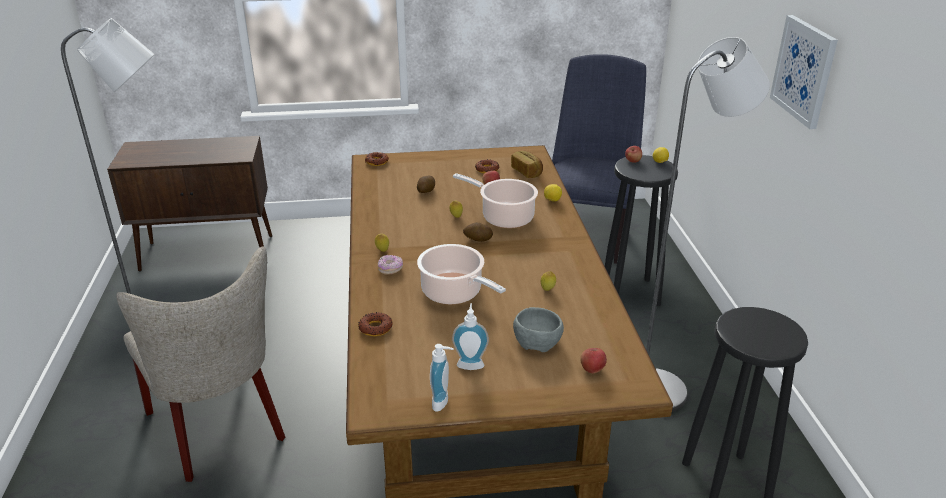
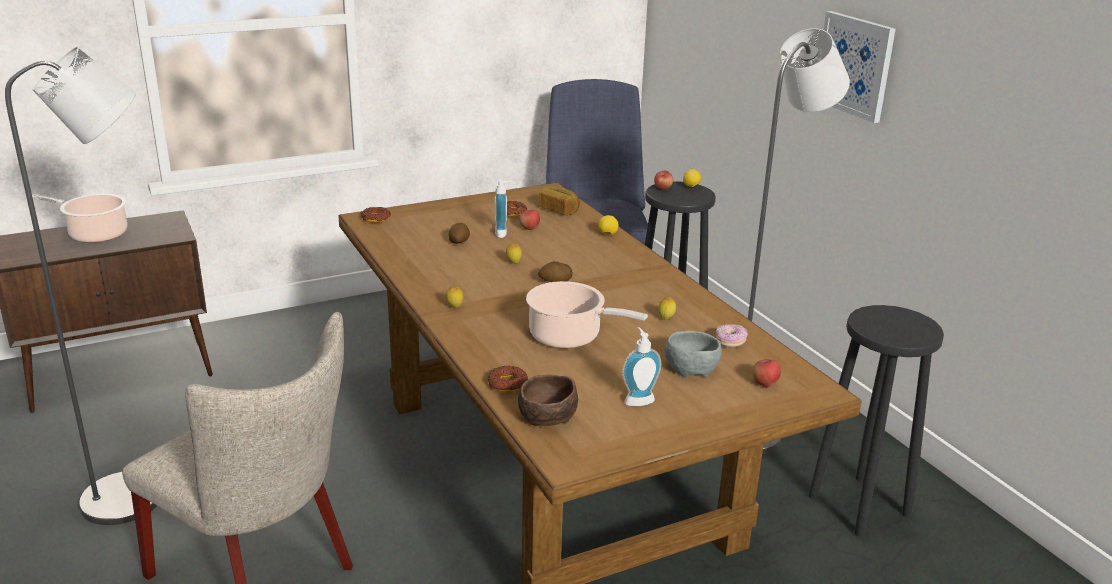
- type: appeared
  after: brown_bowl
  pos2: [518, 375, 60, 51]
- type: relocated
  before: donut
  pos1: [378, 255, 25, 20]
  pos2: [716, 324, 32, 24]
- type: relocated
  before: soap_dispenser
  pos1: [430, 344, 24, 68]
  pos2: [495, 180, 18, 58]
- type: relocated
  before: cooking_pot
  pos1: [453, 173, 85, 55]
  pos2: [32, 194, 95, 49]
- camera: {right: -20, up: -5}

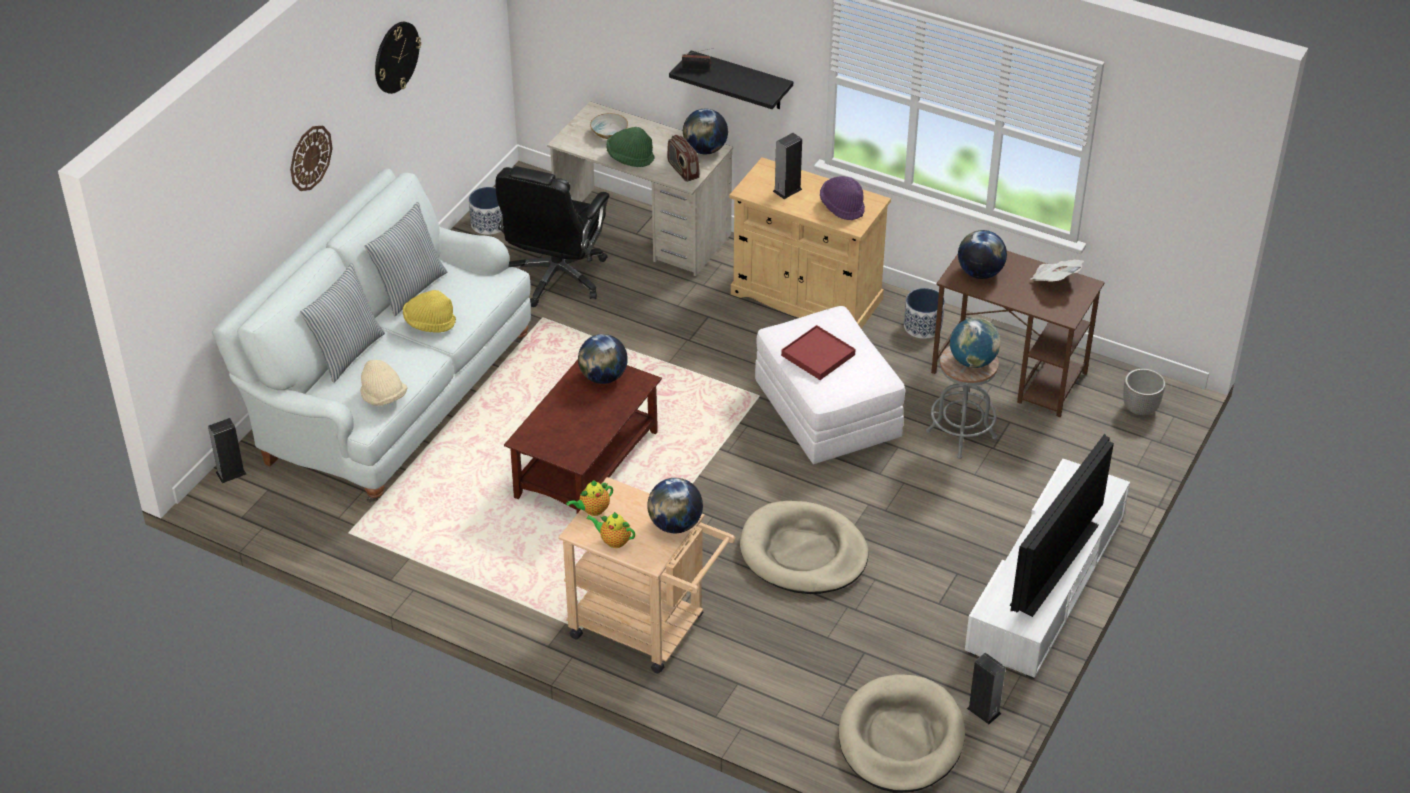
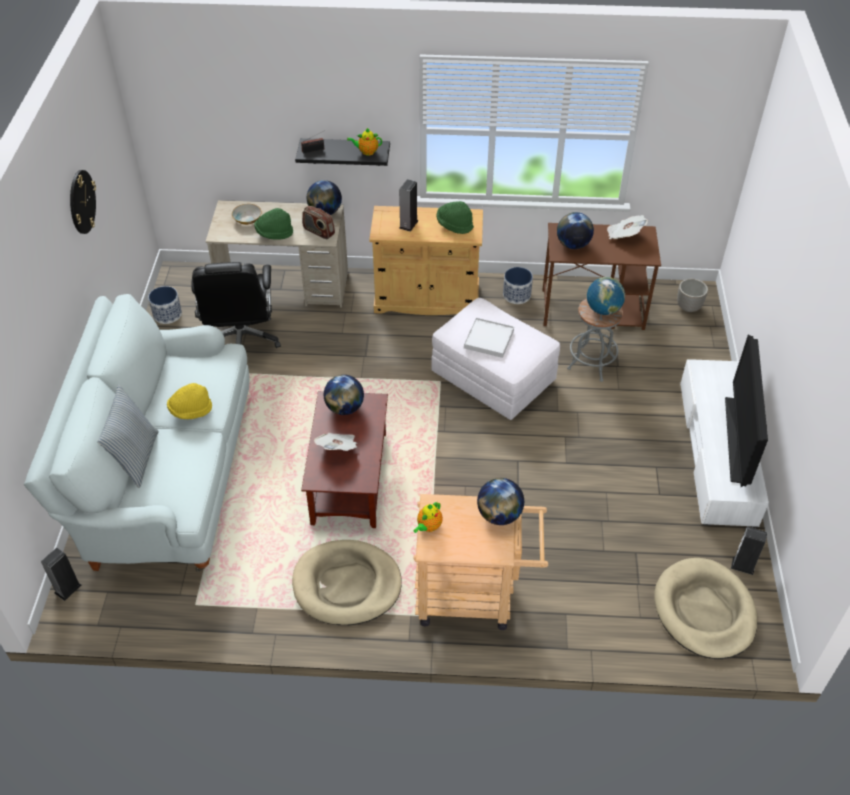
- type: missing
  before: wall_clock
  pos1: [290, 126, 43, 65]
- type: missing
  before: beige_hat
  pos1: [360, 360, 47, 46]
- type: missing
  before: pillow
  pos1: [364, 202, 83, 114]
- type: appeared
  after: newspaper
  pos2: [314, 433, 43, 18]
- type: relocated
  before: teapot
  pos1: [586, 512, 49, 36]
  pos2: [347, 128, 35, 28]
- type: relocated
  before: beige_dog_bed
  pos1: [740, 501, 129, 93]
  pos2: [292, 540, 110, 85]
- type: colour
  before: red_tray
  after: white_tray
  pos1: [781, 325, 74, 55]
  pos2: [464, 318, 50, 40]
- type: colour
  before: purple_hat
  after: green_hat
  pos1: [820, 176, 45, 44]
  pos2: [437, 201, 37, 33]
- camera: {right: -25, up: 5}

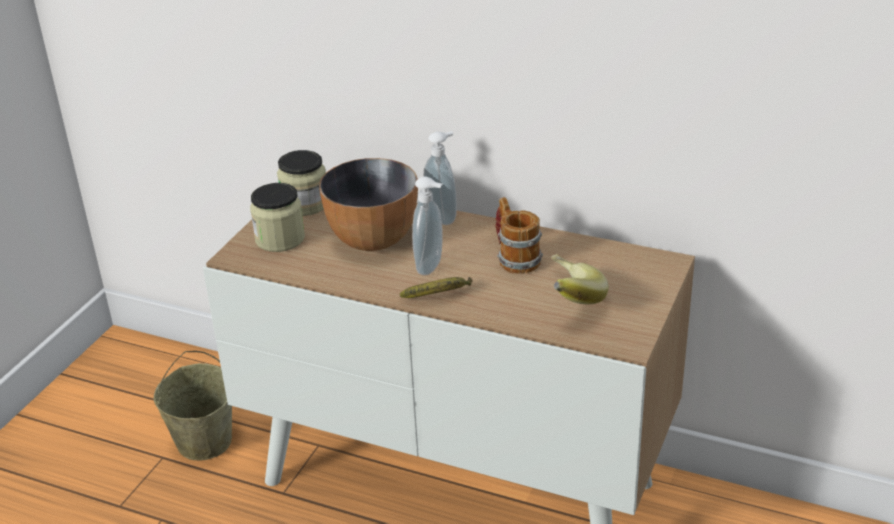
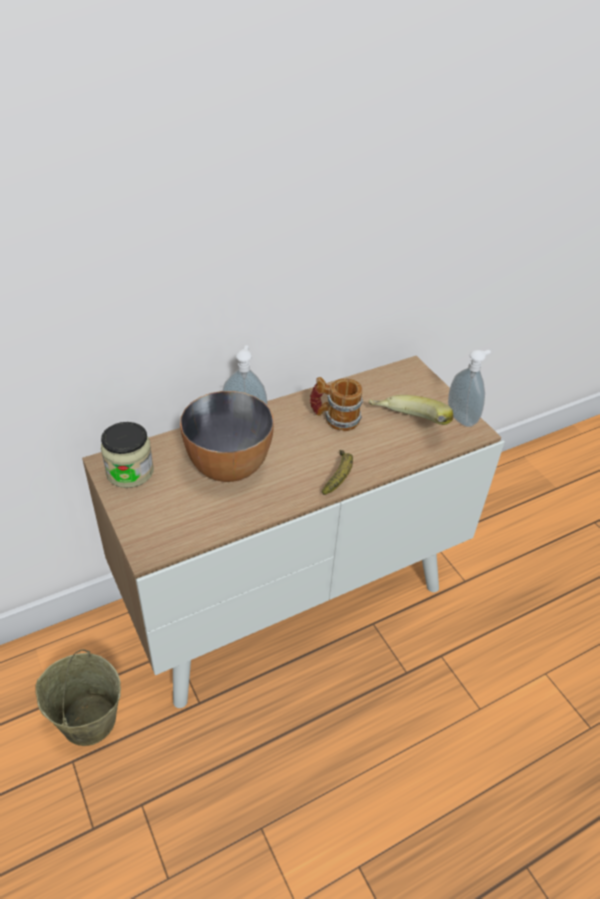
- type: missing
  before: jar
  pos1: [250, 183, 55, 69]
- type: relocated
  before: soap_dispenser
  pos1: [412, 177, 31, 98]
  pos2: [448, 350, 43, 77]
- camera: {right: -55, up: 10}

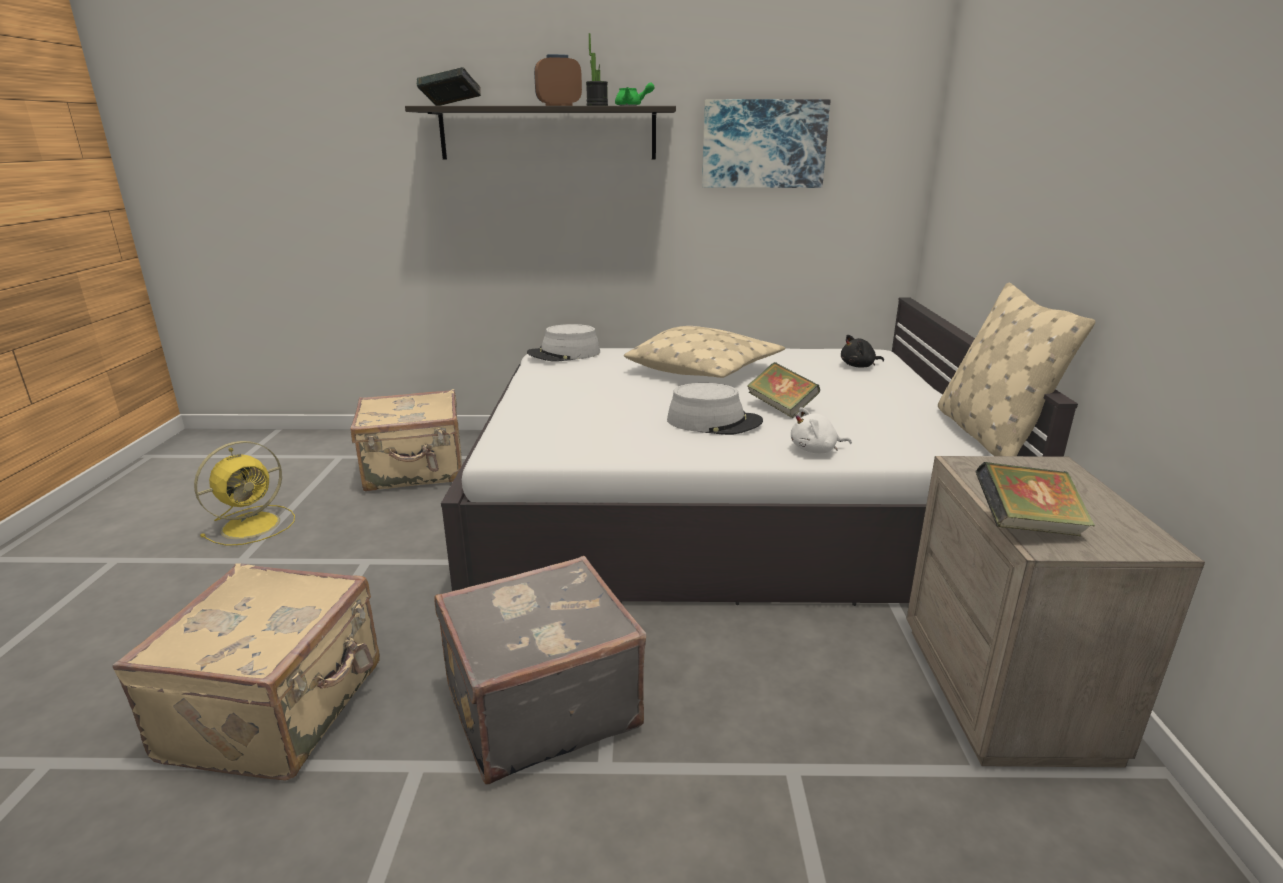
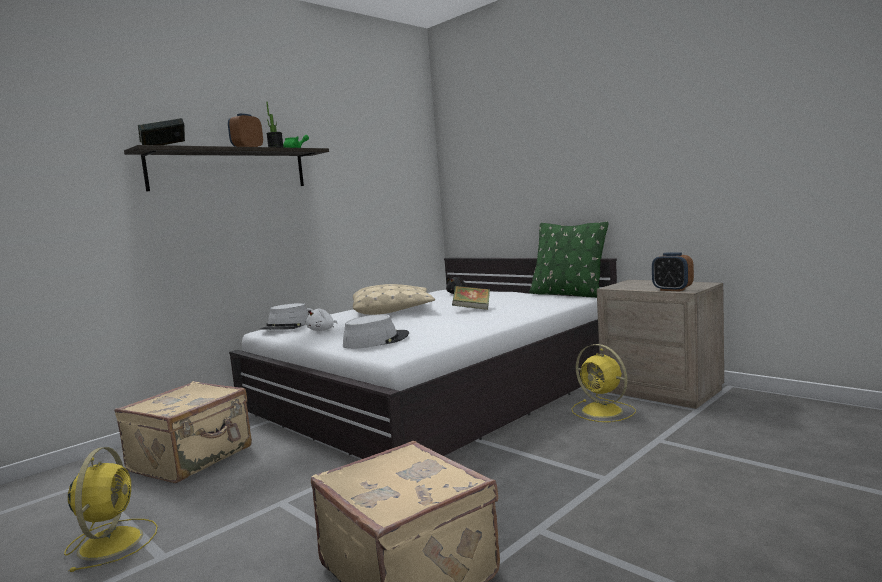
- type: missing
  before: grey_suitcase
  pos1: [434, 556, 212, 229]
- type: missing
  before: picture
  pos1: [702, 99, 129, 89]
- type: appeared
  after: yellow_fan
  pos2: [571, 344, 65, 78]
- type: relocated
  before: grey_hat
  pos1: [667, 383, 96, 52]
  pos2: [343, 314, 66, 35]
- type: relocated
  before: white_plush_toy
  pos1: [791, 407, 61, 47]
  pos2: [306, 308, 31, 23]
- type: exchanged
  before: book
  after: alarm_clock
  pos1: [976, 462, 119, 74]
  pos2: [652, 252, 42, 40]
- type: colour
  before: beige_pillow
  after: green_pillow
  pos1: [938, 283, 157, 173]
  pos2: [529, 222, 80, 76]
- camera: {right: -45, up: -15}

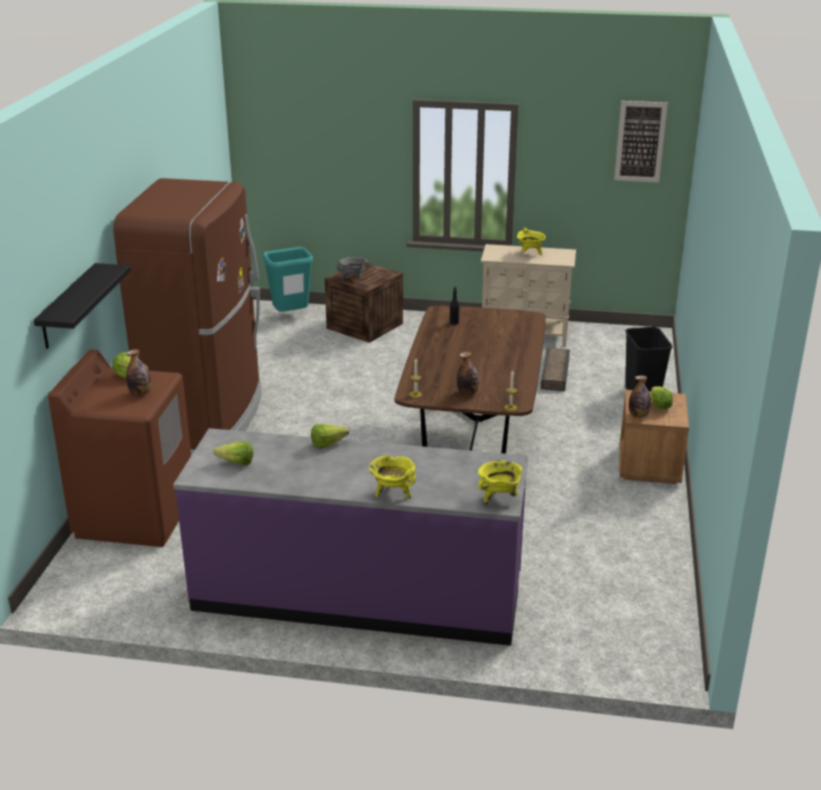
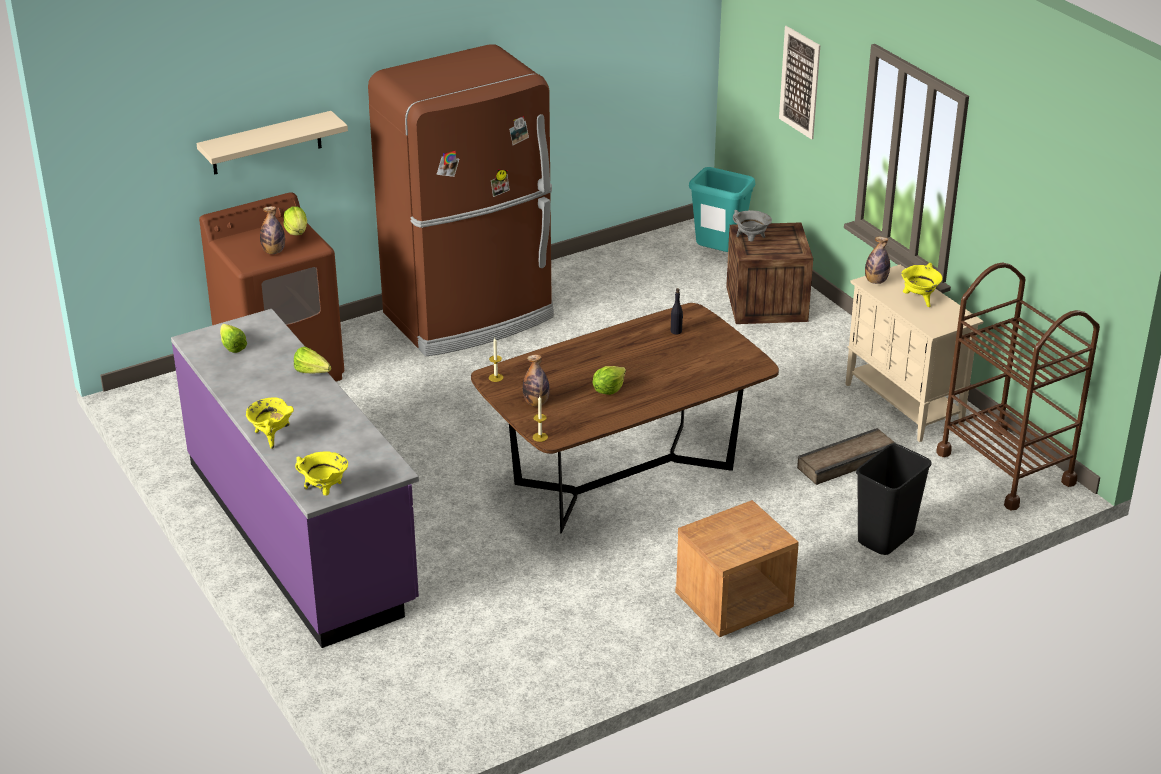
- type: appeared
  after: brown_cart
  pos2: [936, 263, 164, 248]
- type: relocated
  before: picture
  pos1: [614, 101, 54, 81]
  pos2: [779, 26, 41, 113]
- type: relocated
  before: bottle
  pos1: [629, 375, 22, 43]
  pos2: [865, 237, 25, 47]
- type: relocated
  before: lettuce
  pos1: [651, 386, 22, 23]
  pos2: [592, 366, 34, 29]
- type: colour
  before: black_shelf
  after: beige_shelf
  pos1: [34, 263, 97, 86]
  pos2: [196, 111, 152, 64]
- camera: {right: 50, up: 5}

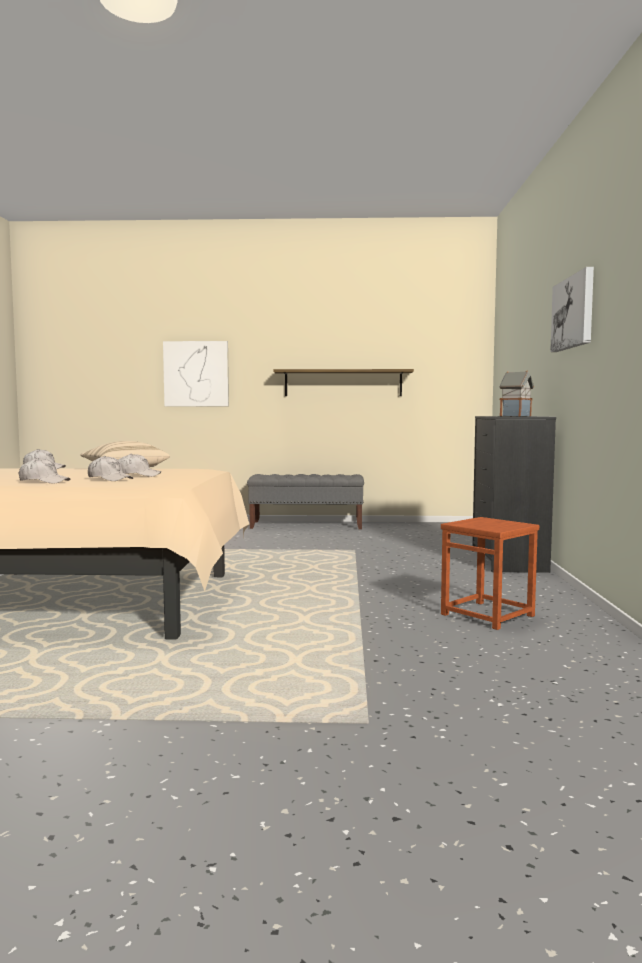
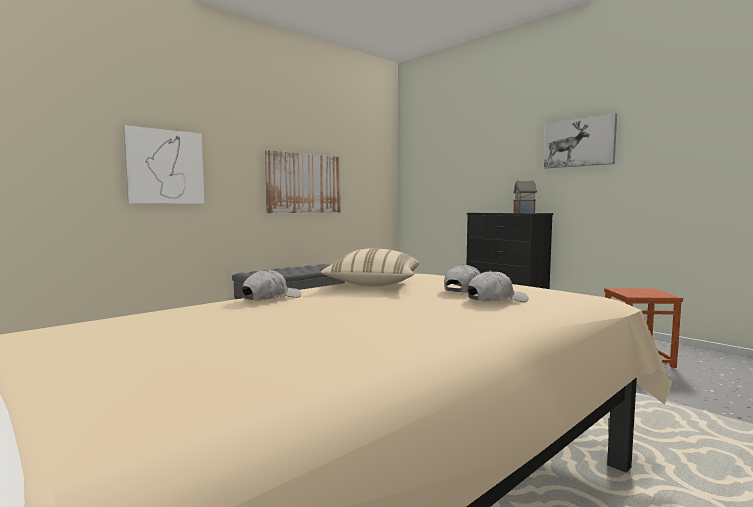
- type: missing
  before: white_cap
  pos1: [19, 458, 51, 26]
- type: exchanged
  before: shelf
  after: picture
  pos1: [273, 369, 141, 27]
  pos2: [265, 150, 76, 63]
- camera: {right: -45, up: 0}

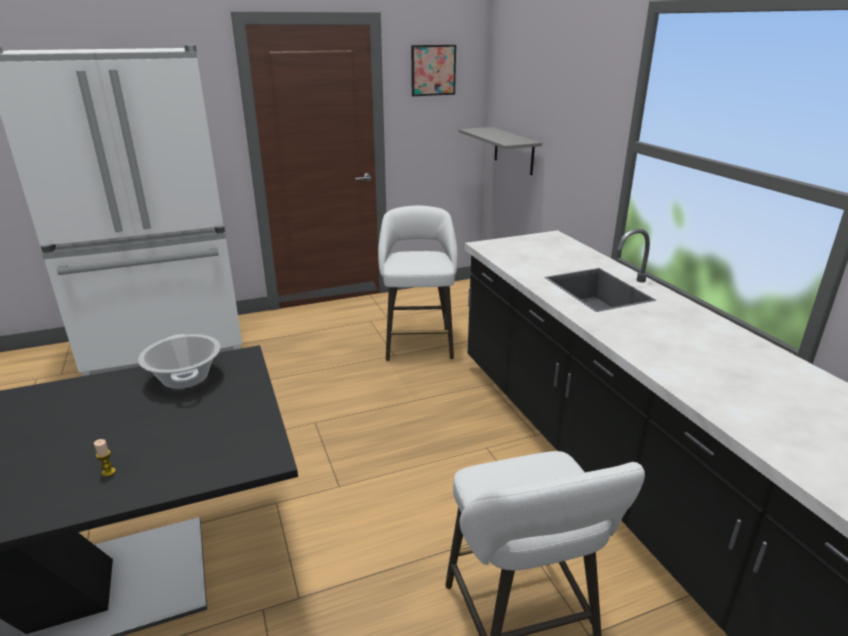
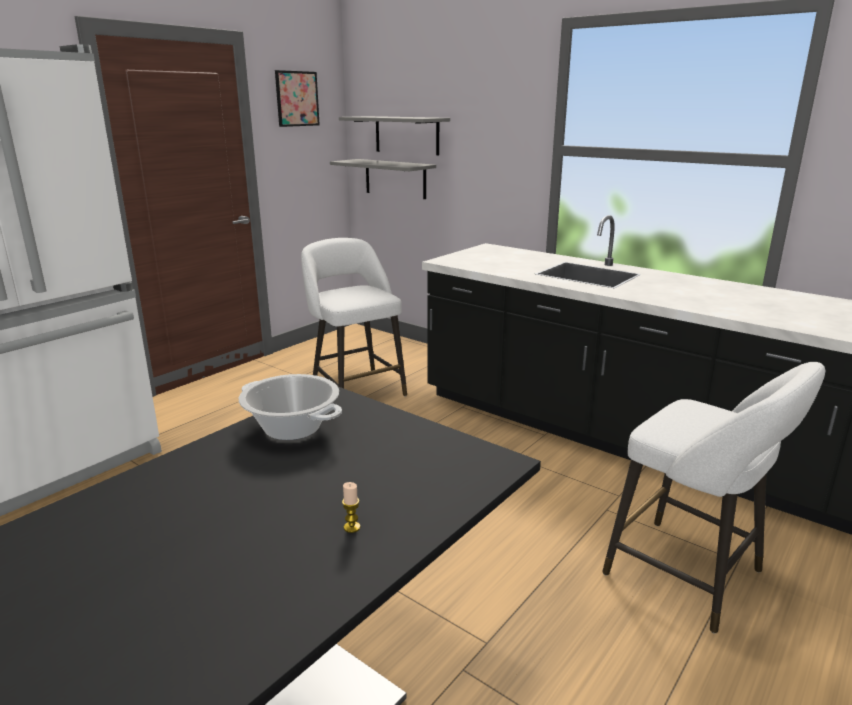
- type: appeared
  after: grey_shelf
  pos2: [339, 116, 111, 39]
- camera: {right: -30, up: -5}

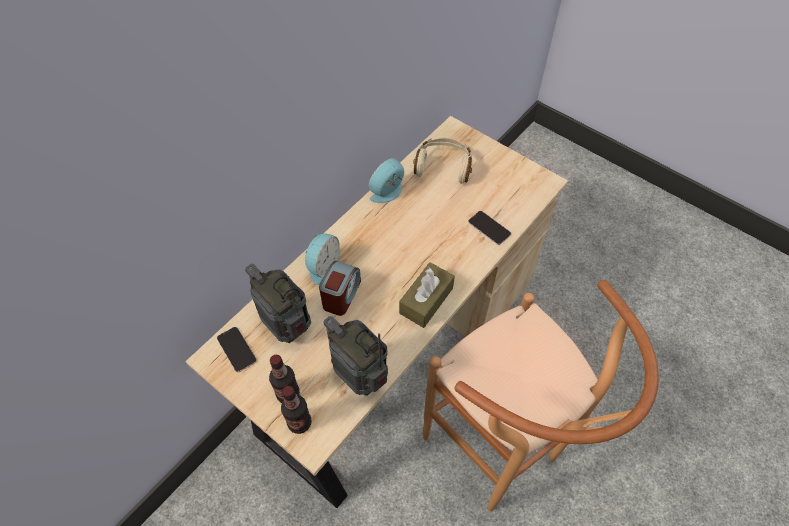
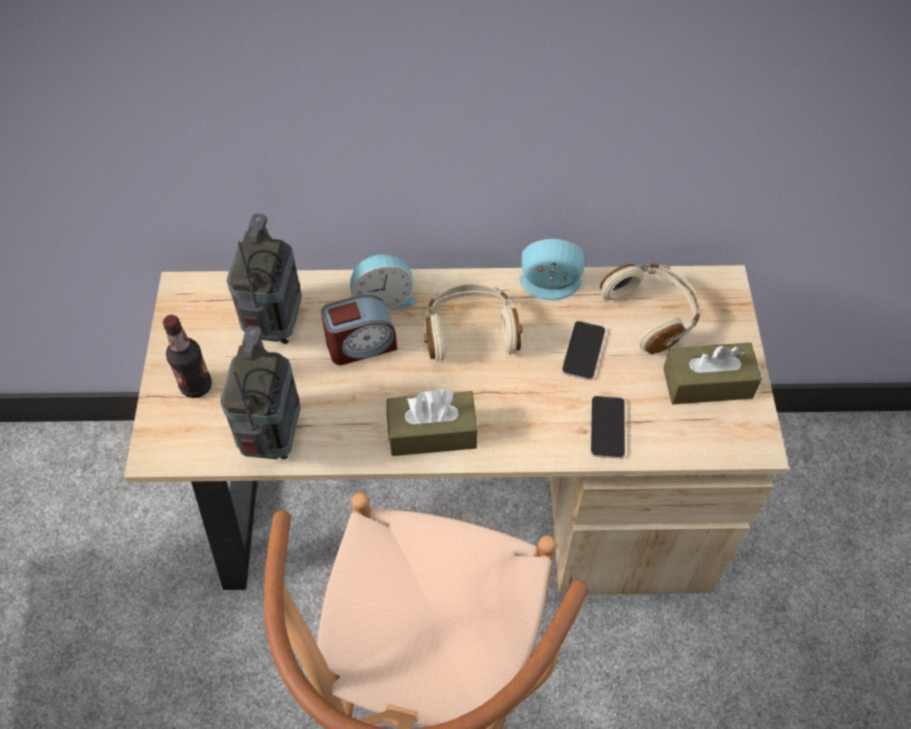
- type: missing
  before: bottle
  pos1: [281, 386, 31, 48]
- type: appeared
  after: beige_headphones
  pos2: [424, 284, 98, 78]
- type: appeared
  after: brown_tissue_box
  pos2: [663, 343, 99, 61]
- type: relocated
  before: phone
  pos1: [217, 327, 40, 45]
  pos2: [562, 321, 44, 59]
- camera: {right: 50, up: 0}

